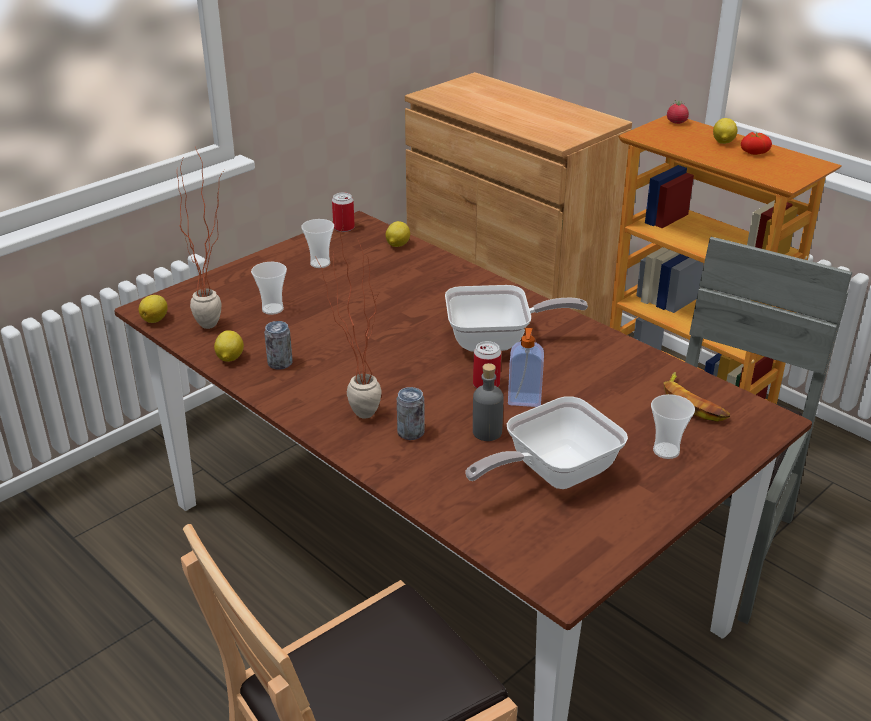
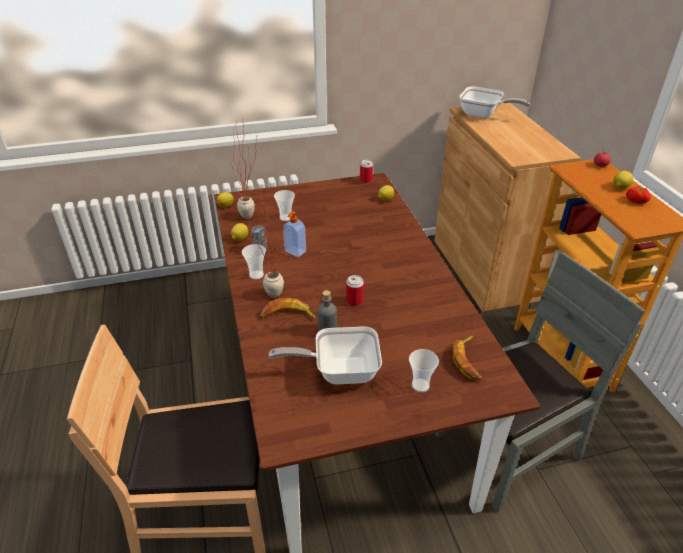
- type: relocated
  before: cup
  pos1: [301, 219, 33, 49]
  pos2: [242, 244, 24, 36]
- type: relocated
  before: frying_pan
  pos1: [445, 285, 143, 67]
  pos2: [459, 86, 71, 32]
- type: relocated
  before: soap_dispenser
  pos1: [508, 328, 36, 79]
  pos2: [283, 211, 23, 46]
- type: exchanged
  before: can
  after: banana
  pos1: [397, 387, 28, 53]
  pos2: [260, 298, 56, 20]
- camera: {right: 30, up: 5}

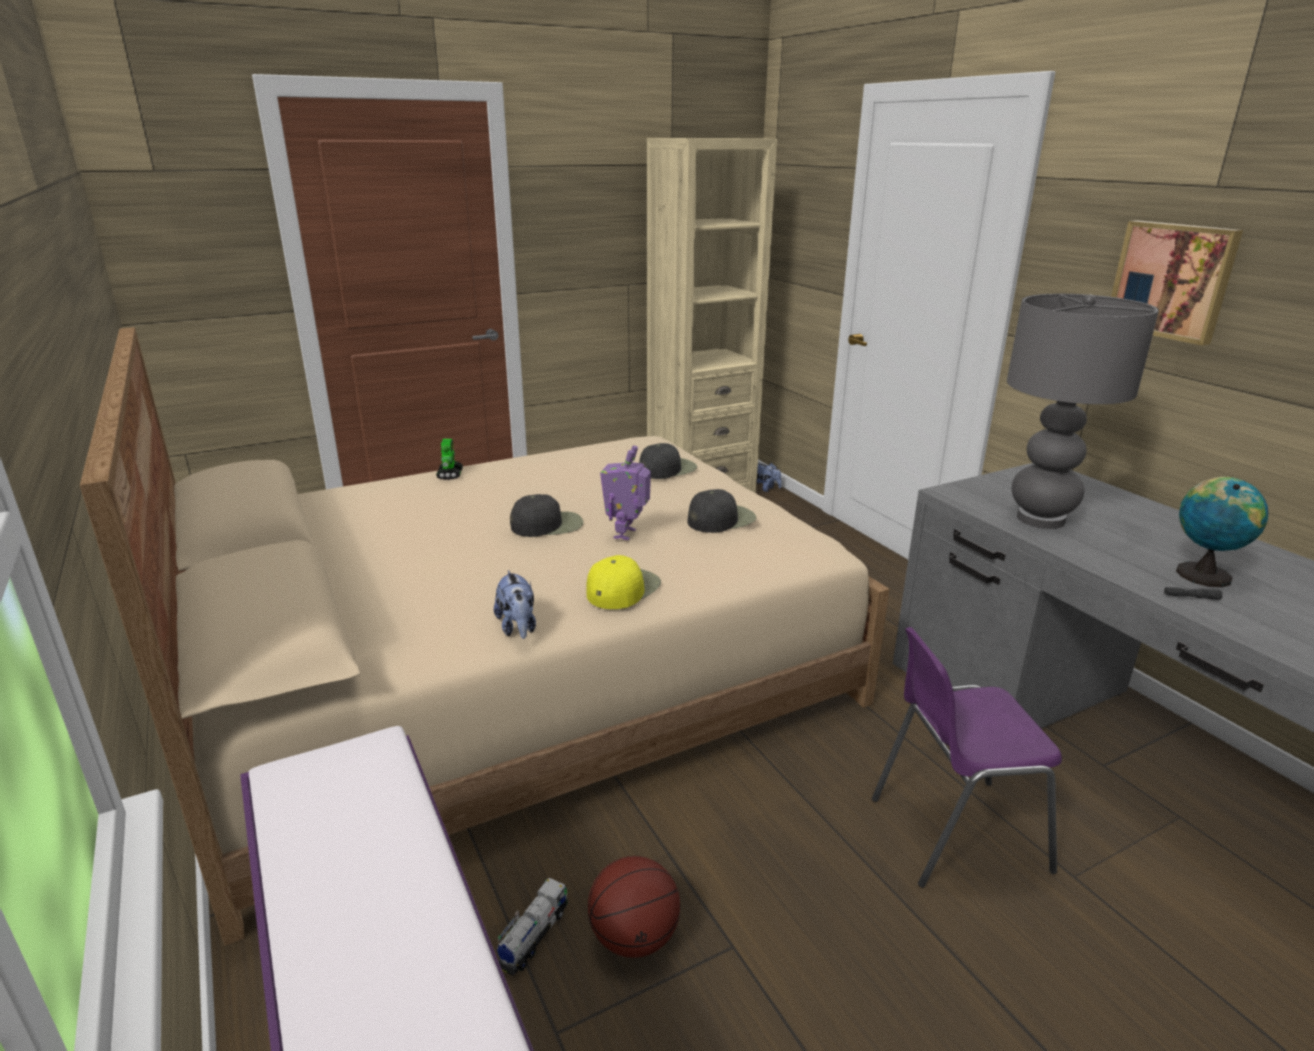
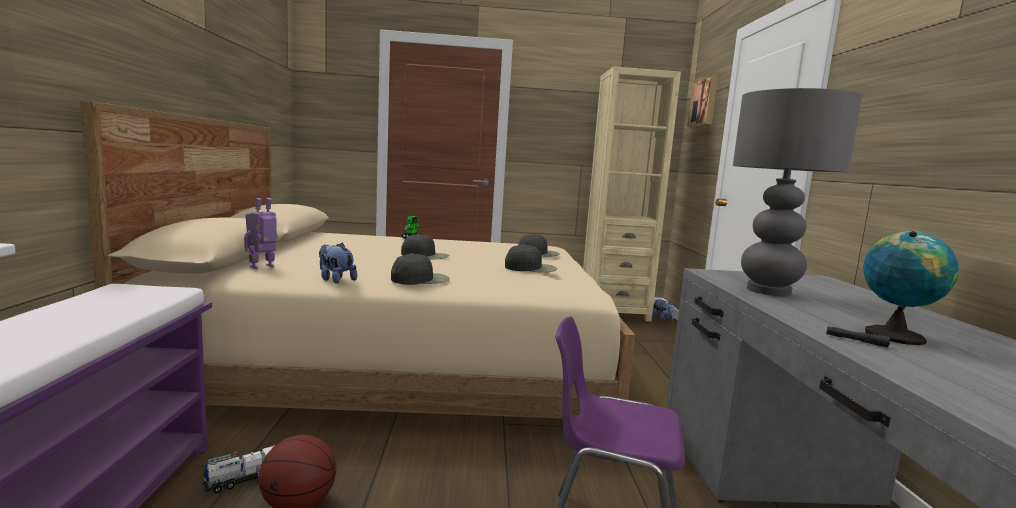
- type: relocated
  before: toy_robot
  pos1: [600, 445, 51, 95]
  pos2: [244, 198, 34, 71]
- type: relocated
  before: picture
  pos1: [1111, 220, 132, 126]
  pos2: [687, 73, 31, 54]
- type: colour
  before: yellow_cap
  after: black_cap
  pos1: [586, 555, 75, 54]
  pos2: [391, 254, 59, 31]
- type: spun
  before: plush_toy
  pos1: [494, 570, 42, 69]
  pos2: [319, 243, 38, 40]
  turn: 120
- camera: {right: 25, up: -15}

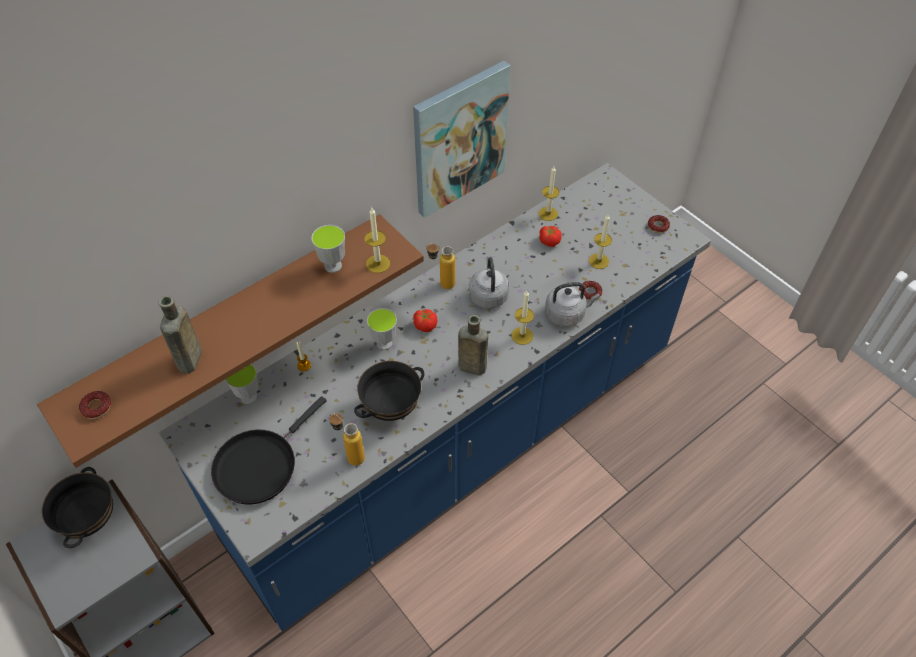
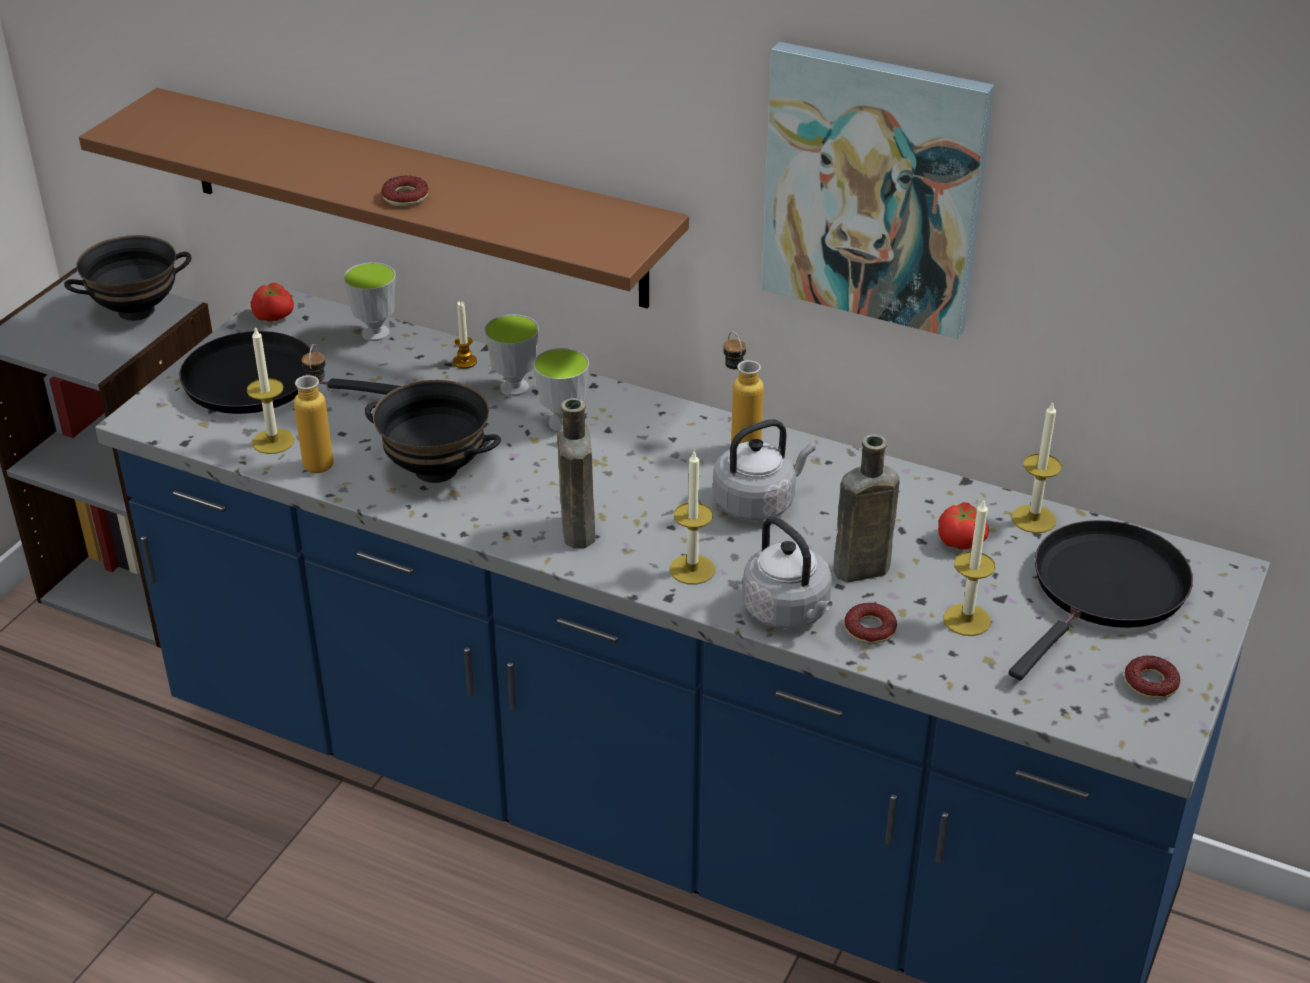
- type: appeared
  after: black_frying_pan
  pos2: [1009, 520, 184, 160]
- type: relocated
  before: donut
  pos1: [79, 391, 32, 28]
  pos2: [381, 175, 48, 32]
- type: relocated
  before: brown_bottle
  pos1: [159, 295, 43, 79]
  pos2: [833, 434, 66, 149]
- type: relocated
  before: cup
  pos1: [311, 225, 34, 48]
  pos2: [484, 314, 55, 82]
- type: relocated
  before: candle
  pos1: [365, 208, 25, 65]
  pos2: [247, 326, 47, 128]
- type: relocated
  before: tomato
  pos1: [413, 309, 24, 23]
  pos2: [251, 283, 43, 39]
- camera: {right: 65, up: -15}

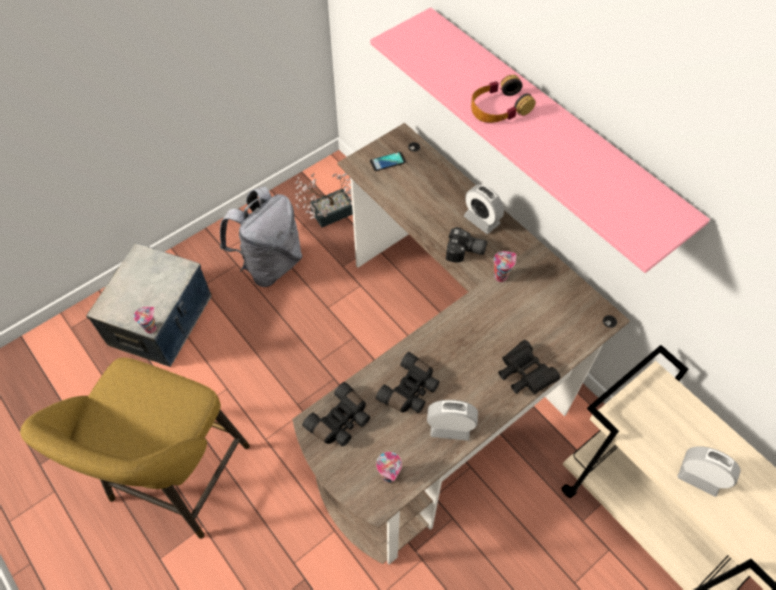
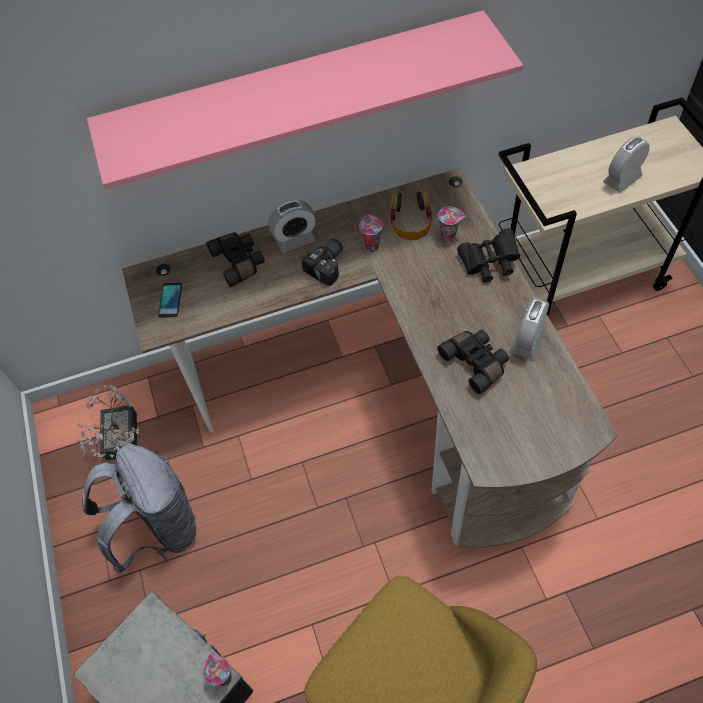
- type: relocated
  before: black_binoculars
  pos1: [302, 382, 68, 64]
  pos2: [206, 232, 59, 55]
- type: relocated
  before: cup
  pos1: [376, 452, 26, 31]
  pos2: [438, 207, 28, 35]
- type: relocated
  before: headphones
  pos1: [471, 75, 65, 48]
  pos2: [391, 191, 41, 49]
- camera: {right: -65, up: 0}

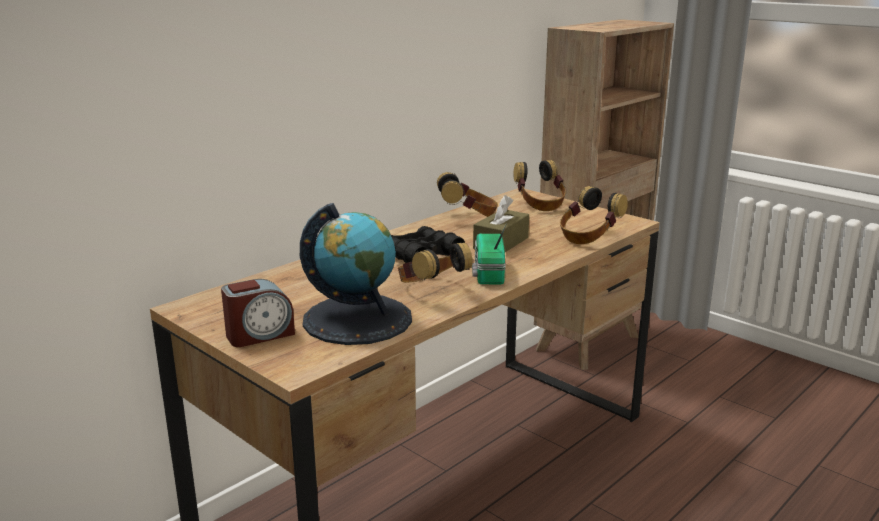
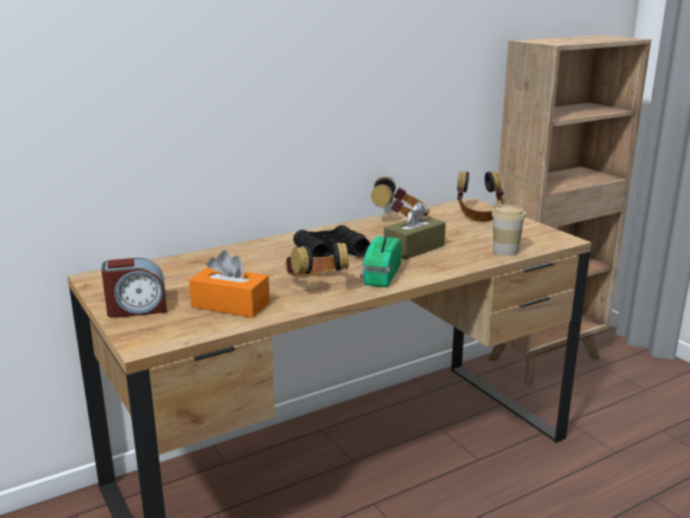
- type: exchanged
  before: globe
  after: orange_tissue_box
  pos1: [300, 203, 112, 142]
  pos2: [189, 250, 81, 68]
- type: exchanged
  before: headphones
  after: cup
  pos1: [560, 186, 68, 58]
  pos2: [491, 205, 35, 51]
- camera: {right: 15, up: 0}

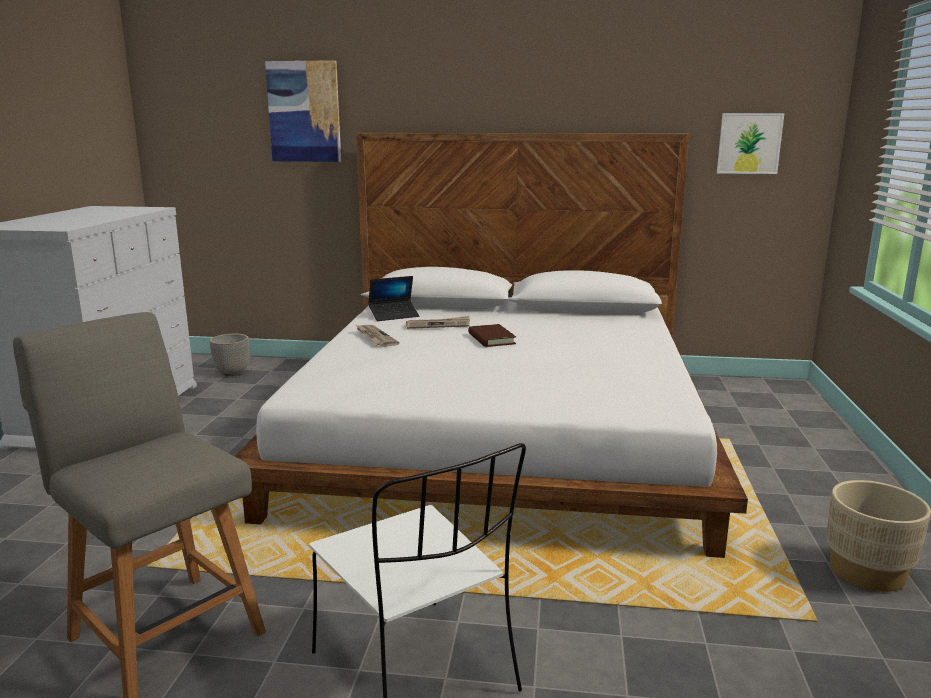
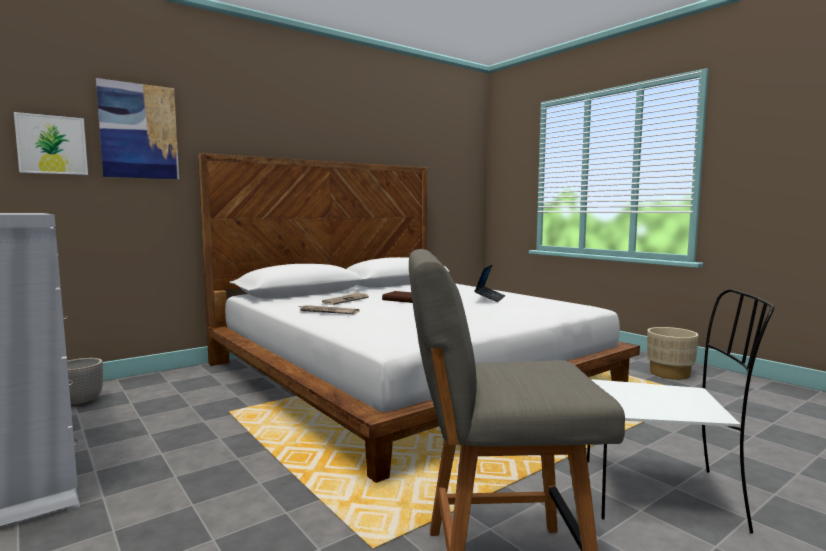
- type: relocated
  before: laptop
  pos1: [368, 276, 51, 45]
  pos2: [474, 265, 31, 37]
- type: relocated
  before: picture
  pos1: [717, 113, 67, 61]
  pos2: [14, 112, 74, 63]
- camera: {right: -45, up: -10}

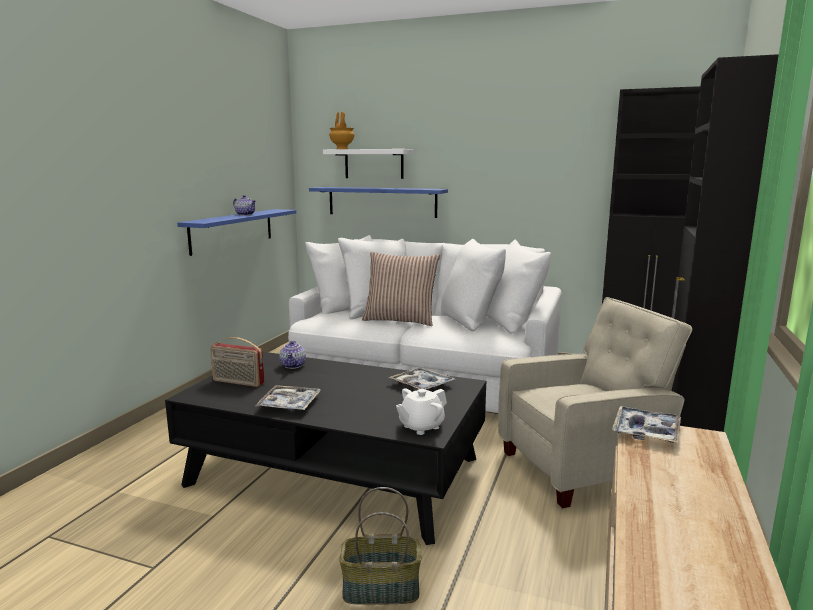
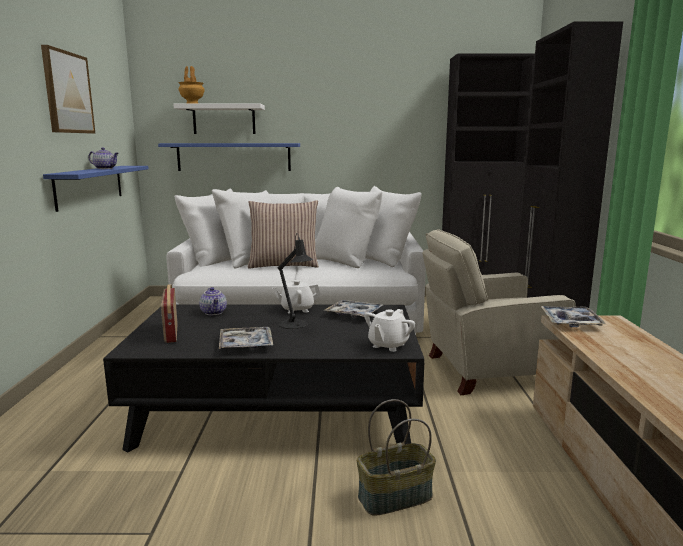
- type: appeared
  after: picture
  pos2: [41, 45, 54, 88]
- type: appeared
  after: white_teapot
  pos2: [272, 280, 49, 34]
- type: appeared
  after: black_table_lamp
  pos2: [278, 233, 35, 96]
- type: spun
  before: radio
  pos1: [210, 337, 54, 50]
  pos2: [161, 284, 17, 59]
  turn: 75
- type: spun
  before: beige_armchair
  pos1: [498, 297, 194, 211]
  pos2: [422, 229, 154, 166]
  turn: -150
- camera: {right: -20, up: 0}

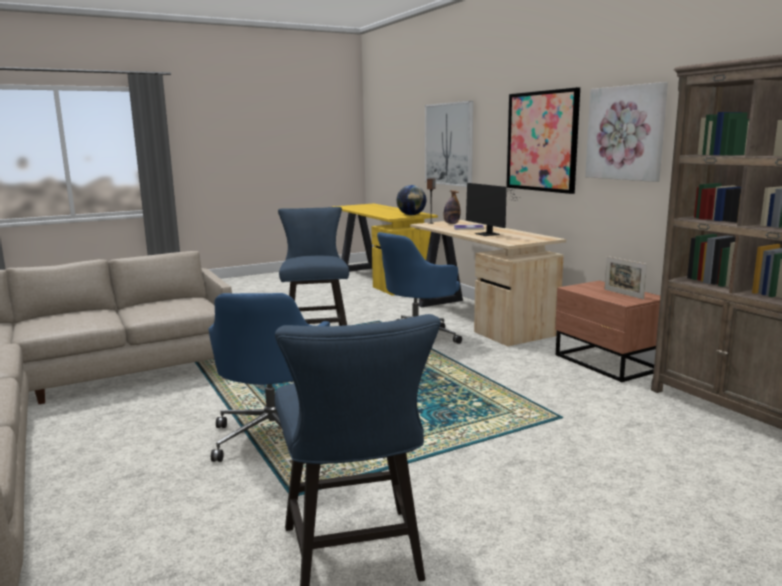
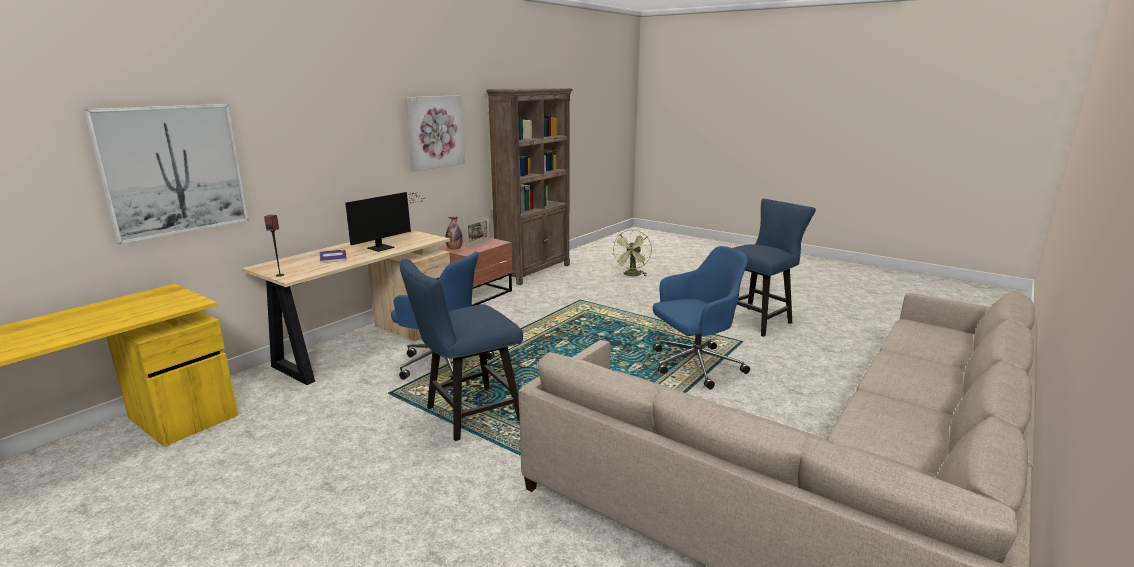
- type: missing
  before: globe
  pos1: [396, 185, 30, 30]
- type: missing
  before: picture
  pos1: [506, 87, 74, 107]
- type: appeared
  after: green_fan
  pos2: [613, 230, 39, 46]
- type: relocated
  before: bottle
  pos1: [444, 190, 16, 34]
  pos2: [446, 217, 17, 33]
- camera: {right: -115, up: 5}

